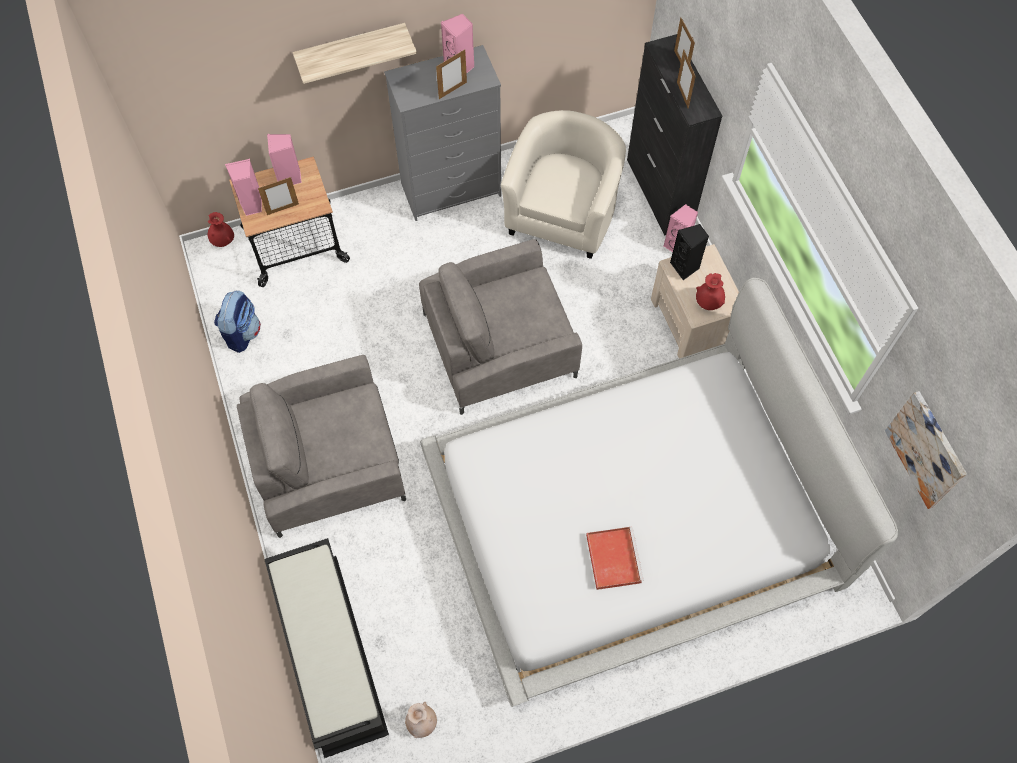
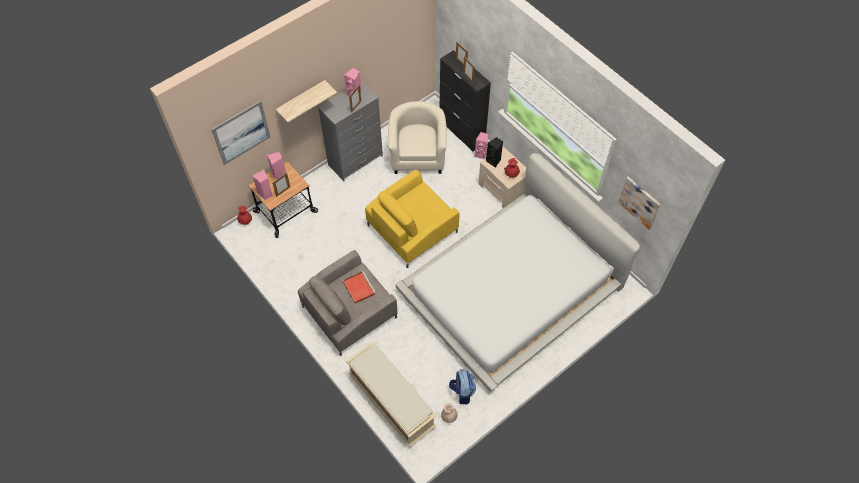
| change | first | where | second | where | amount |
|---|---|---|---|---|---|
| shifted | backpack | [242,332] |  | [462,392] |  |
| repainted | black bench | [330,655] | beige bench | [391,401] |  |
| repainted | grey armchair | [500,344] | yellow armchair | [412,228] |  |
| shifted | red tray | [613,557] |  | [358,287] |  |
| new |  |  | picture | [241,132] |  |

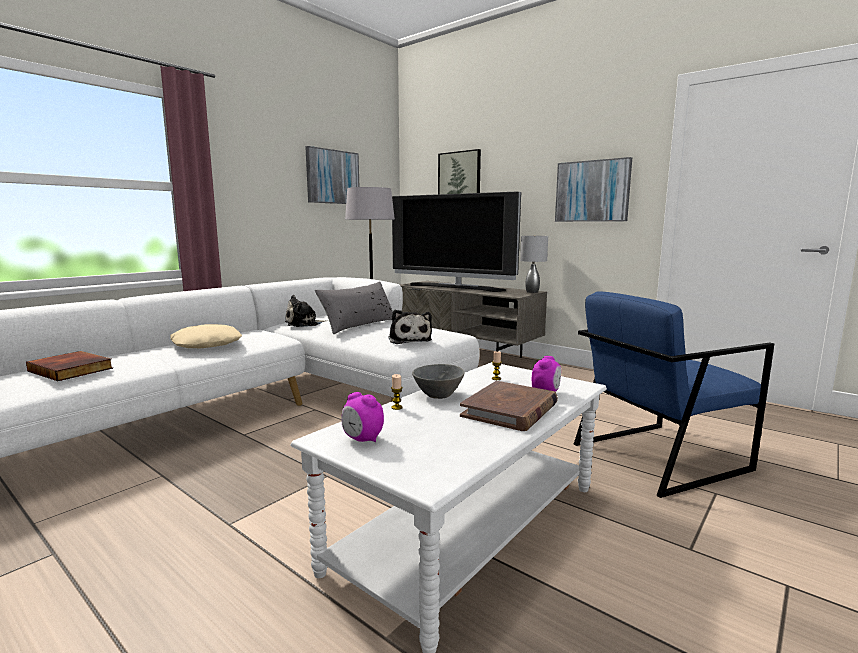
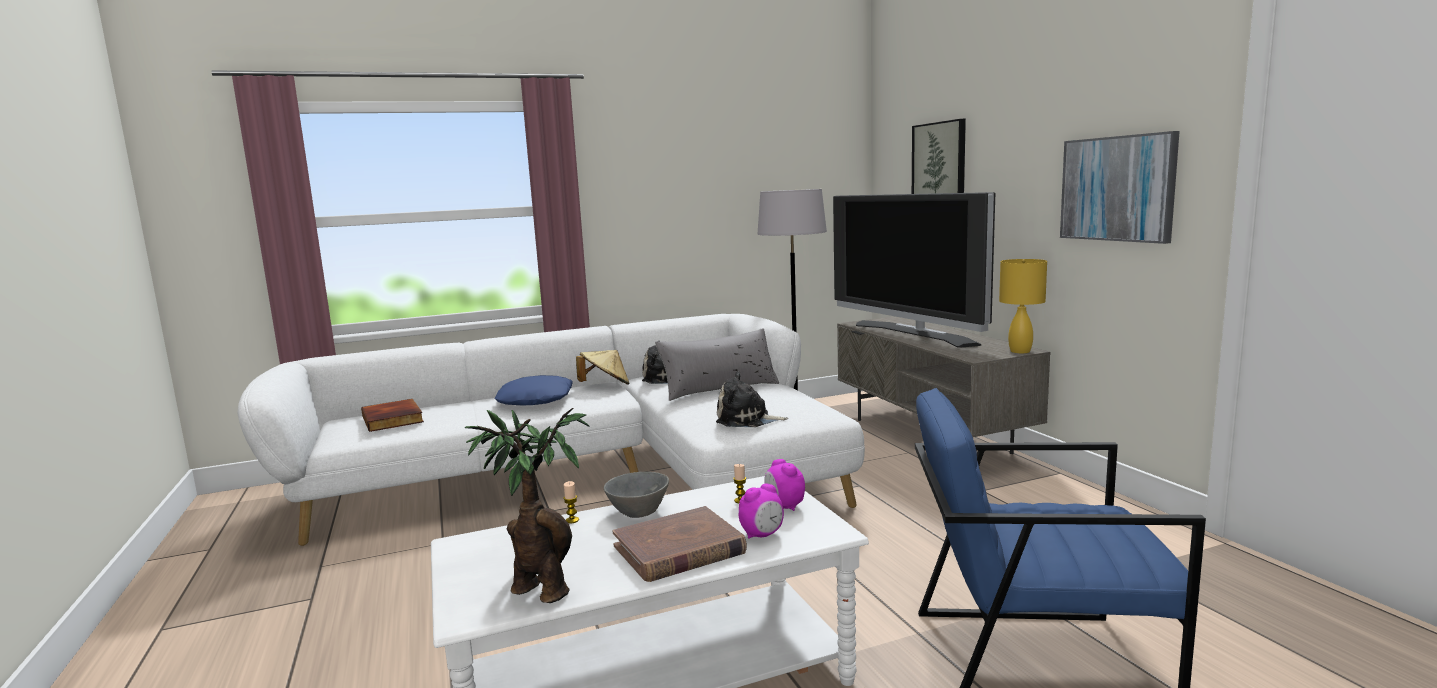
| change | first | where | second | where | amount |
|---|---|---|---|---|---|
| repainted | beige pillow | [206,344] | blue pillow | [535,400] |  |
| gone | picture | [332,177] |  |  |  |
| shifted | alarm clock | [362,439] |  | [784,506] |  |
| rotated | plush toy | [409,340] |  | [746,420] | 90 degrees clockwise |
| repainted | grey table lamp | [531,292] | yellow table lamp | [1019,351] |  |
| new |  |  | potted plant | [537,589] |  |
| new |  |  | beige hat | [605,386] |  |

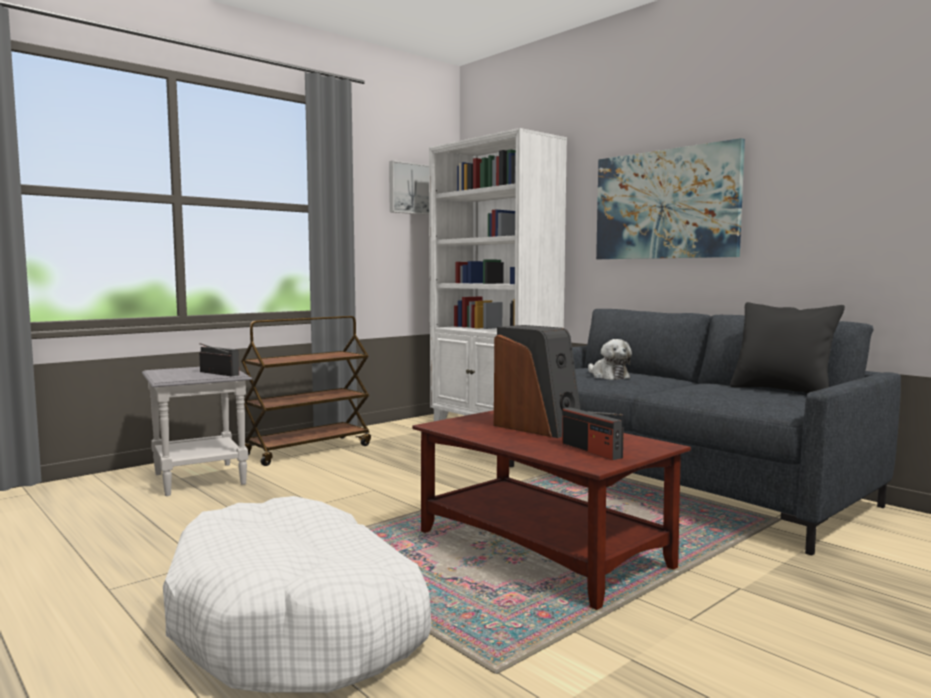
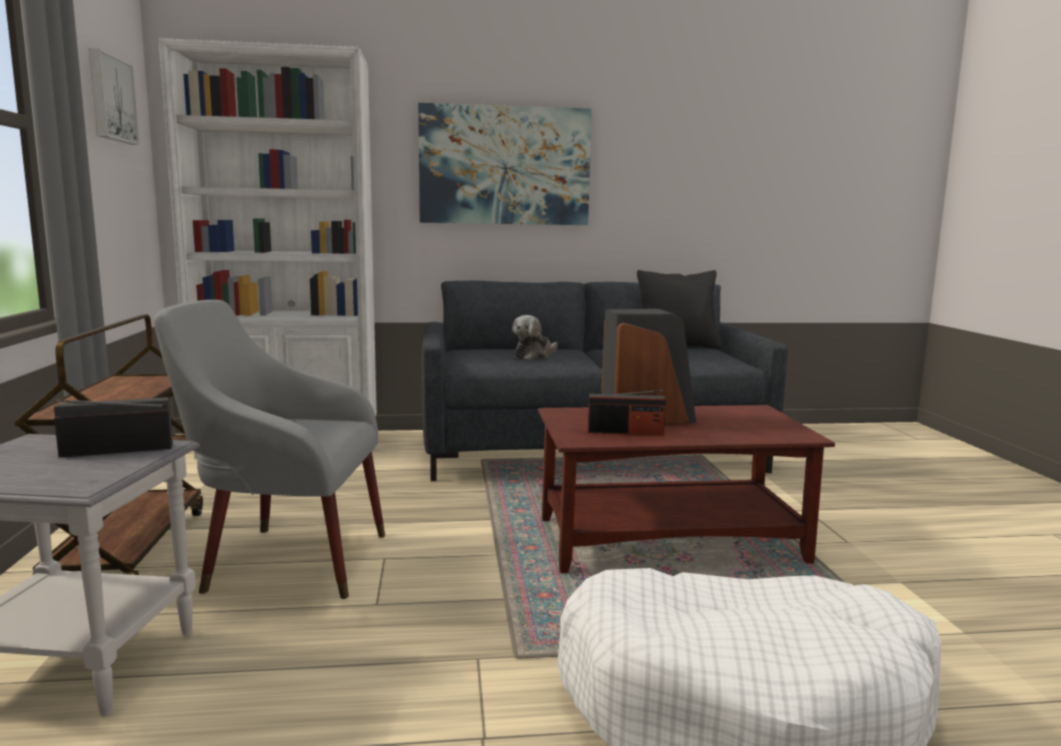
| change | first | where | second | where | amount |
|---|---|---|---|---|---|
| shifted | radio | [591,450] |  | [625,432] |  |
| rotated | plush toy | [608,376] |  | [534,355] | 120 degrees clockwise |
| new |  |  | grey armchair | [285,560] |  |

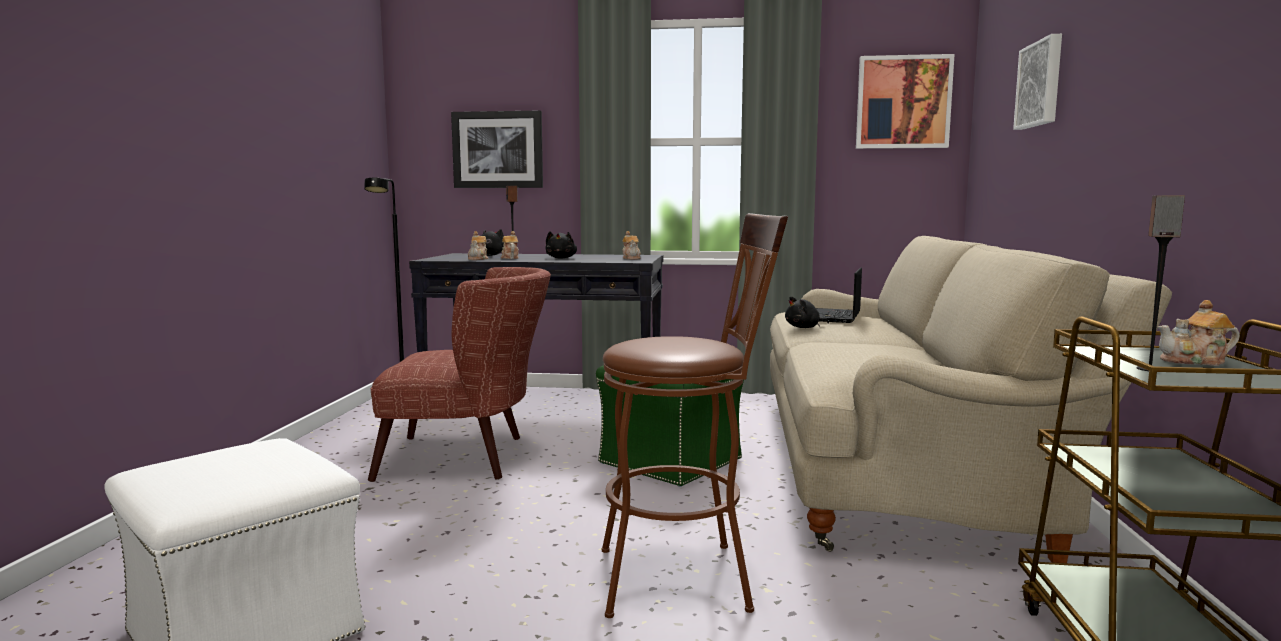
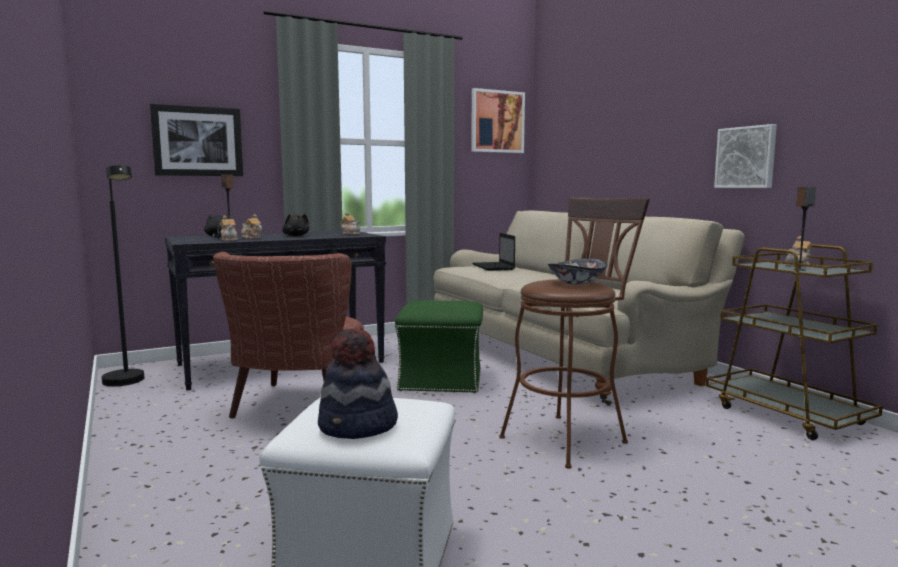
| change | first | where | second | where | amount |
|---|---|---|---|---|---|
| rotated | brown armchair | [469,458] |  | [295,409] | 135 degrees clockwise |
| gone | black plush toy | [804,327] |  |  |  |
| shifted | picture | [1041,84] |  | [746,157] |  |
| new |  |  | hat | [358,427] |  |
| new |  |  | bowl | [576,282] |  |

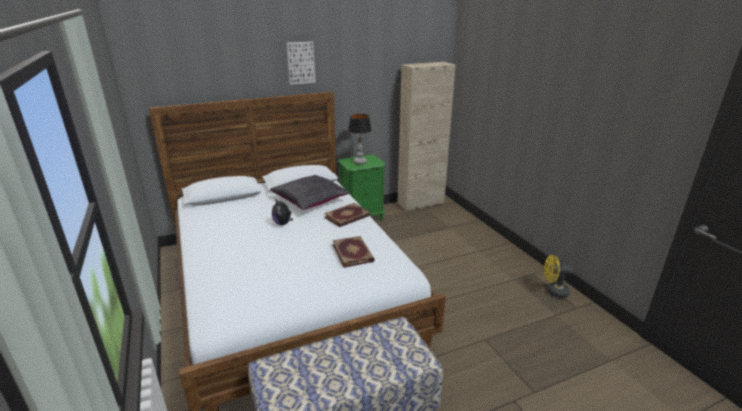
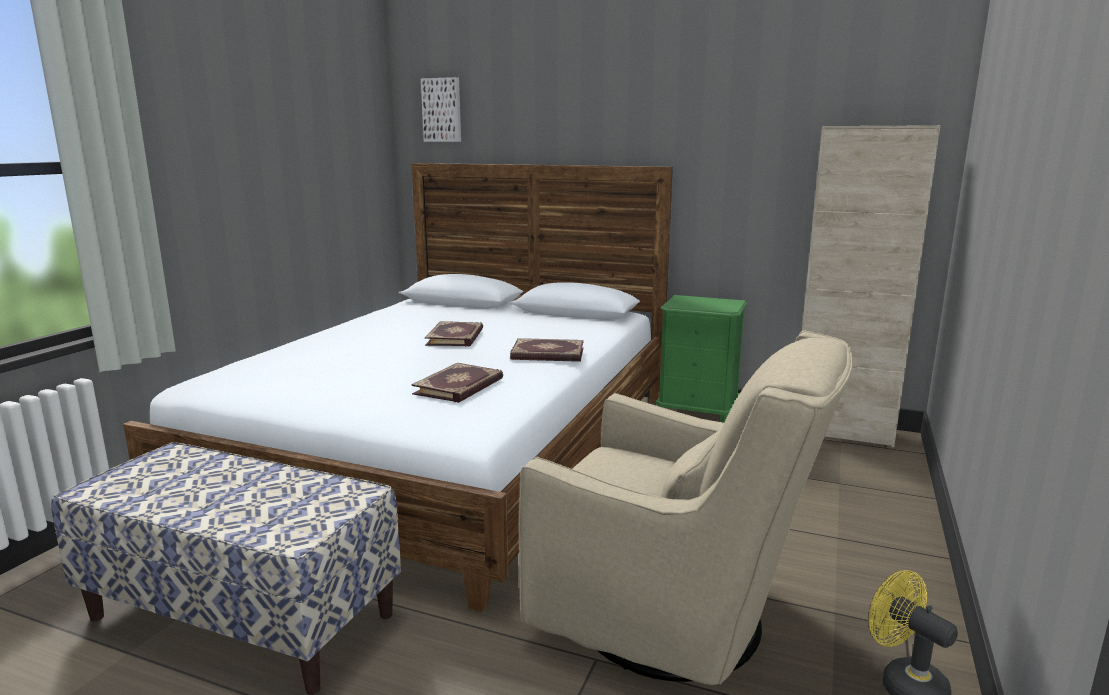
| change | first | where | second | where | amount |
|---|---|---|---|---|---|
| gone | black pillow | [310,200] |  |  |  |
| swapped | plush toy | [283,223] | book | [456,337] |  |
| shifted | picture | [300,62] |  | [442,110] |  |
| gone | table lamp | [360,162] |  |  |  |
| new |  |  | beige armchair | [677,621] |  |

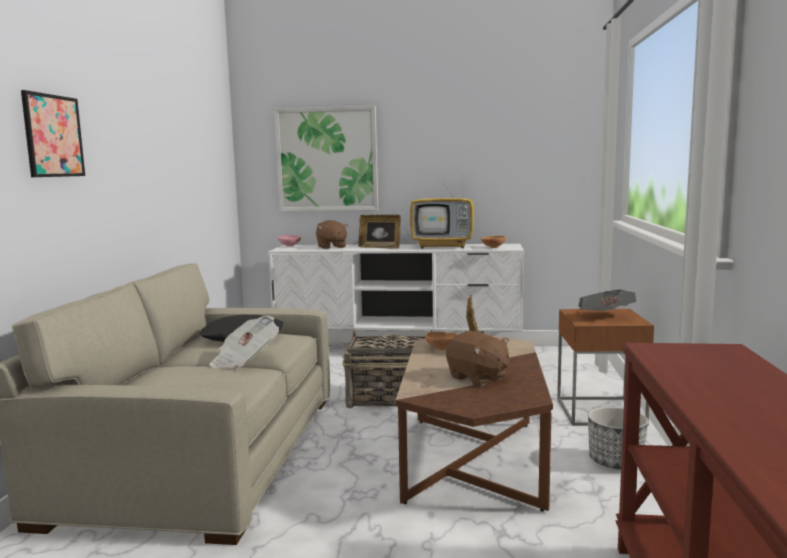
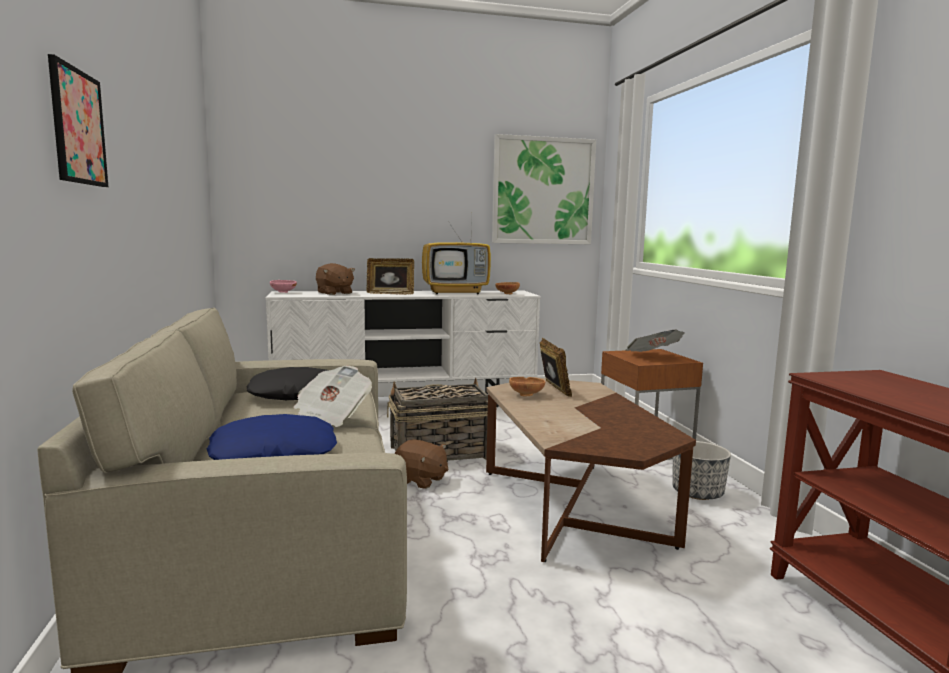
| change | first | where | second | where | amount |
|---|---|---|---|---|---|
| shifted | picture | [327,159] |  | [543,191] |  |
| shifted | brown plush toy | [478,377] |  | [420,480] |  |
| new |  |  | blue pillow | [274,454] |  |

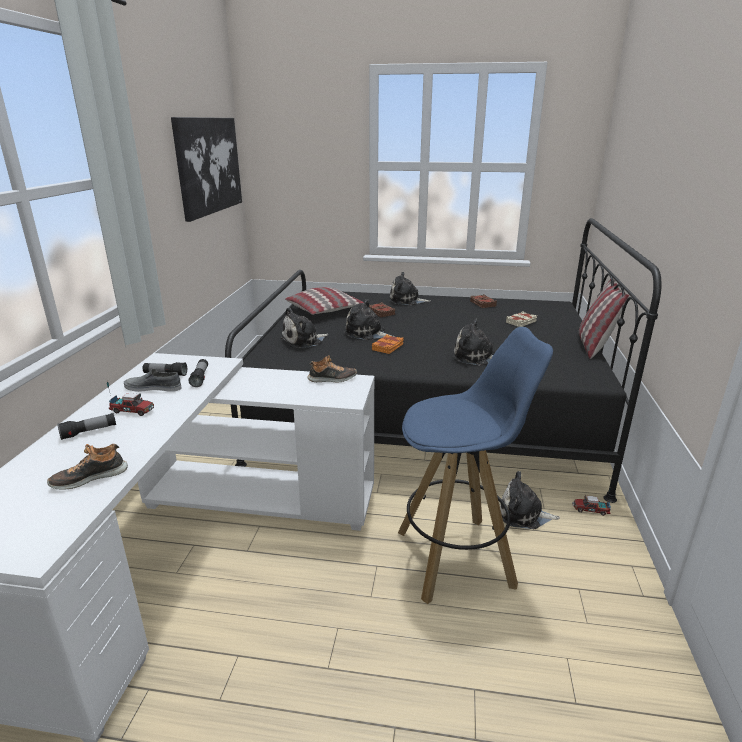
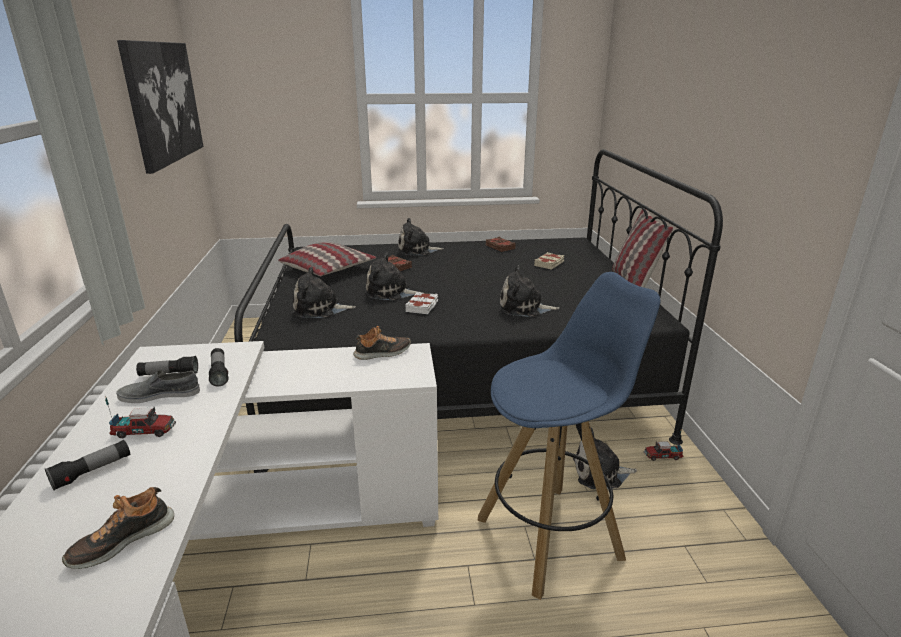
| change | first | where | second | where | amount |
|---|---|---|---|---|---|
| rotated | plush toy | [304,341] |  | [320,309] | 45 degrees clockwise |
| repainted | orange book | [388,347] | white book | [422,306] |  |

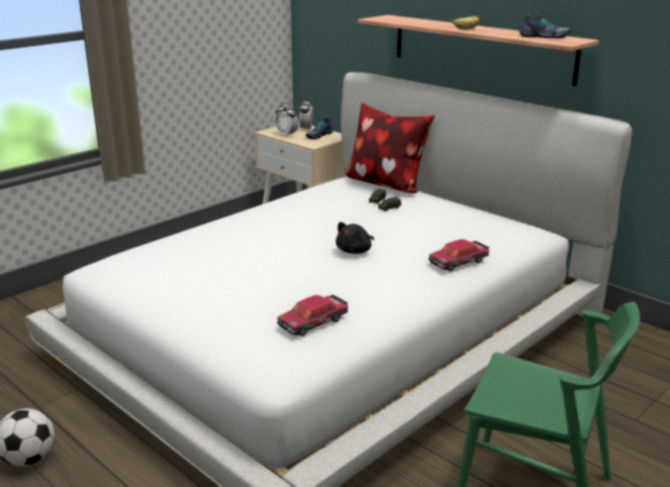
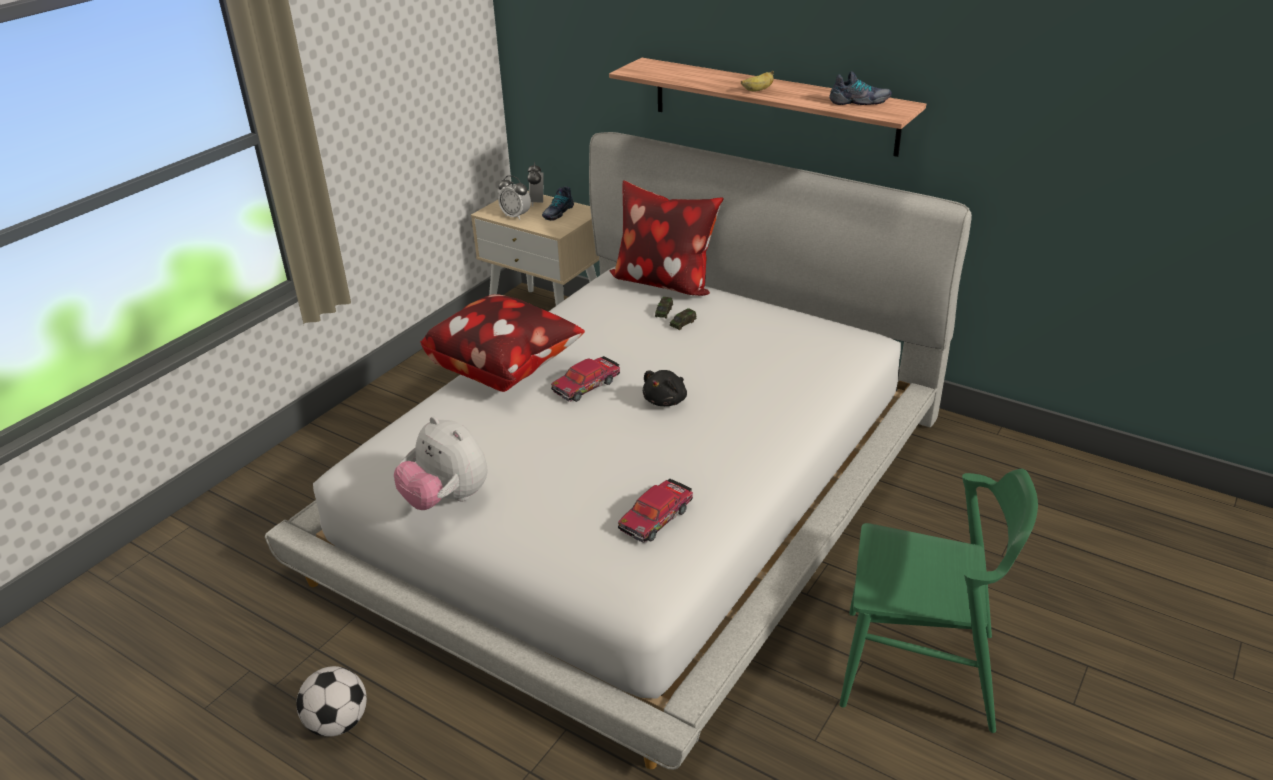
| change | first | where | second | where | amount |
|---|---|---|---|---|---|
| shifted | toy car | [459,262] |  | [587,385] |  |
| new |  |  | plush toy | [446,499] |  |
| new |  |  | pillow | [504,368] |  |

